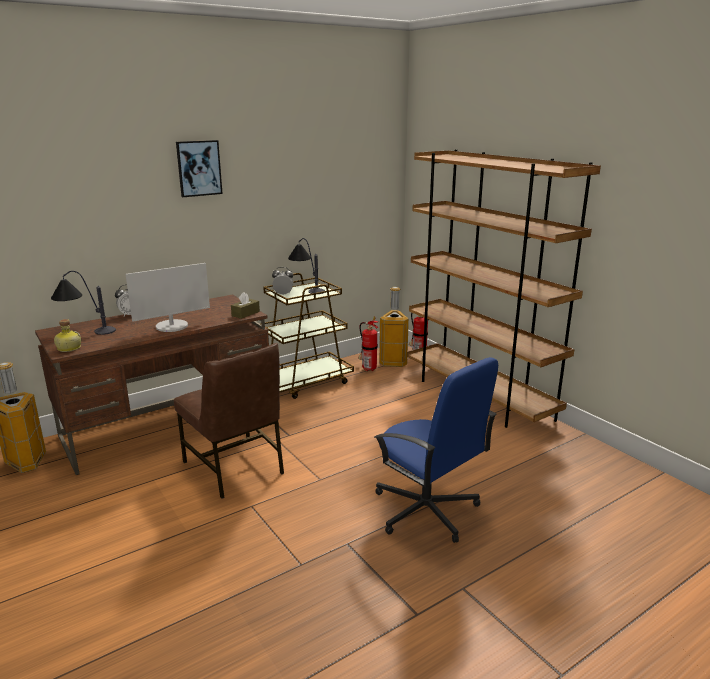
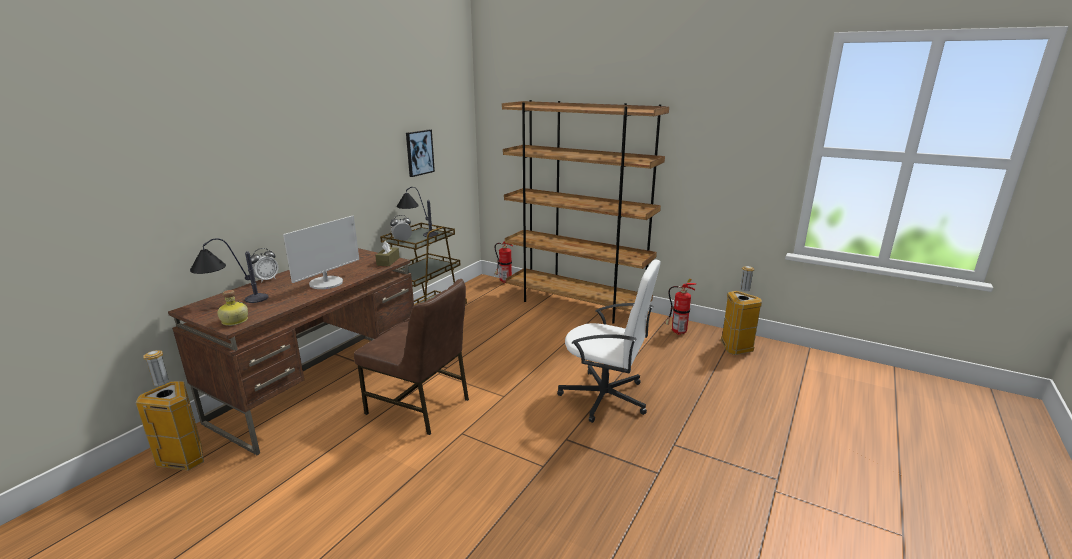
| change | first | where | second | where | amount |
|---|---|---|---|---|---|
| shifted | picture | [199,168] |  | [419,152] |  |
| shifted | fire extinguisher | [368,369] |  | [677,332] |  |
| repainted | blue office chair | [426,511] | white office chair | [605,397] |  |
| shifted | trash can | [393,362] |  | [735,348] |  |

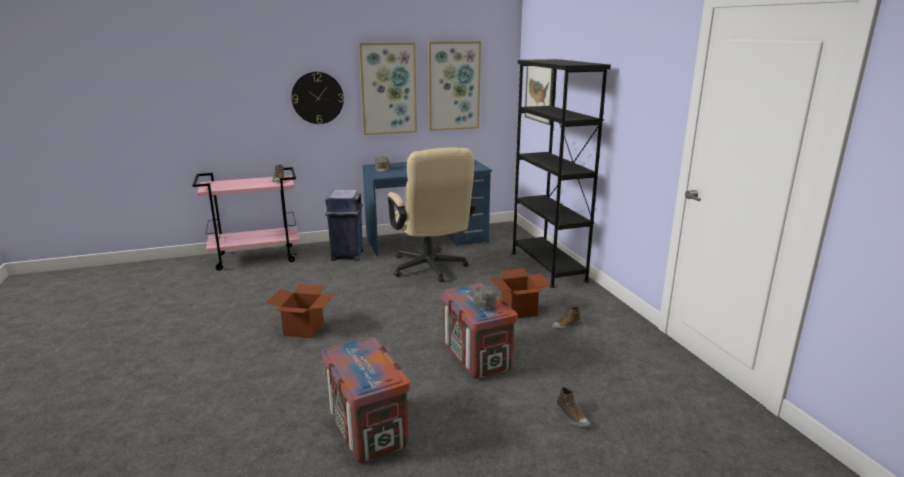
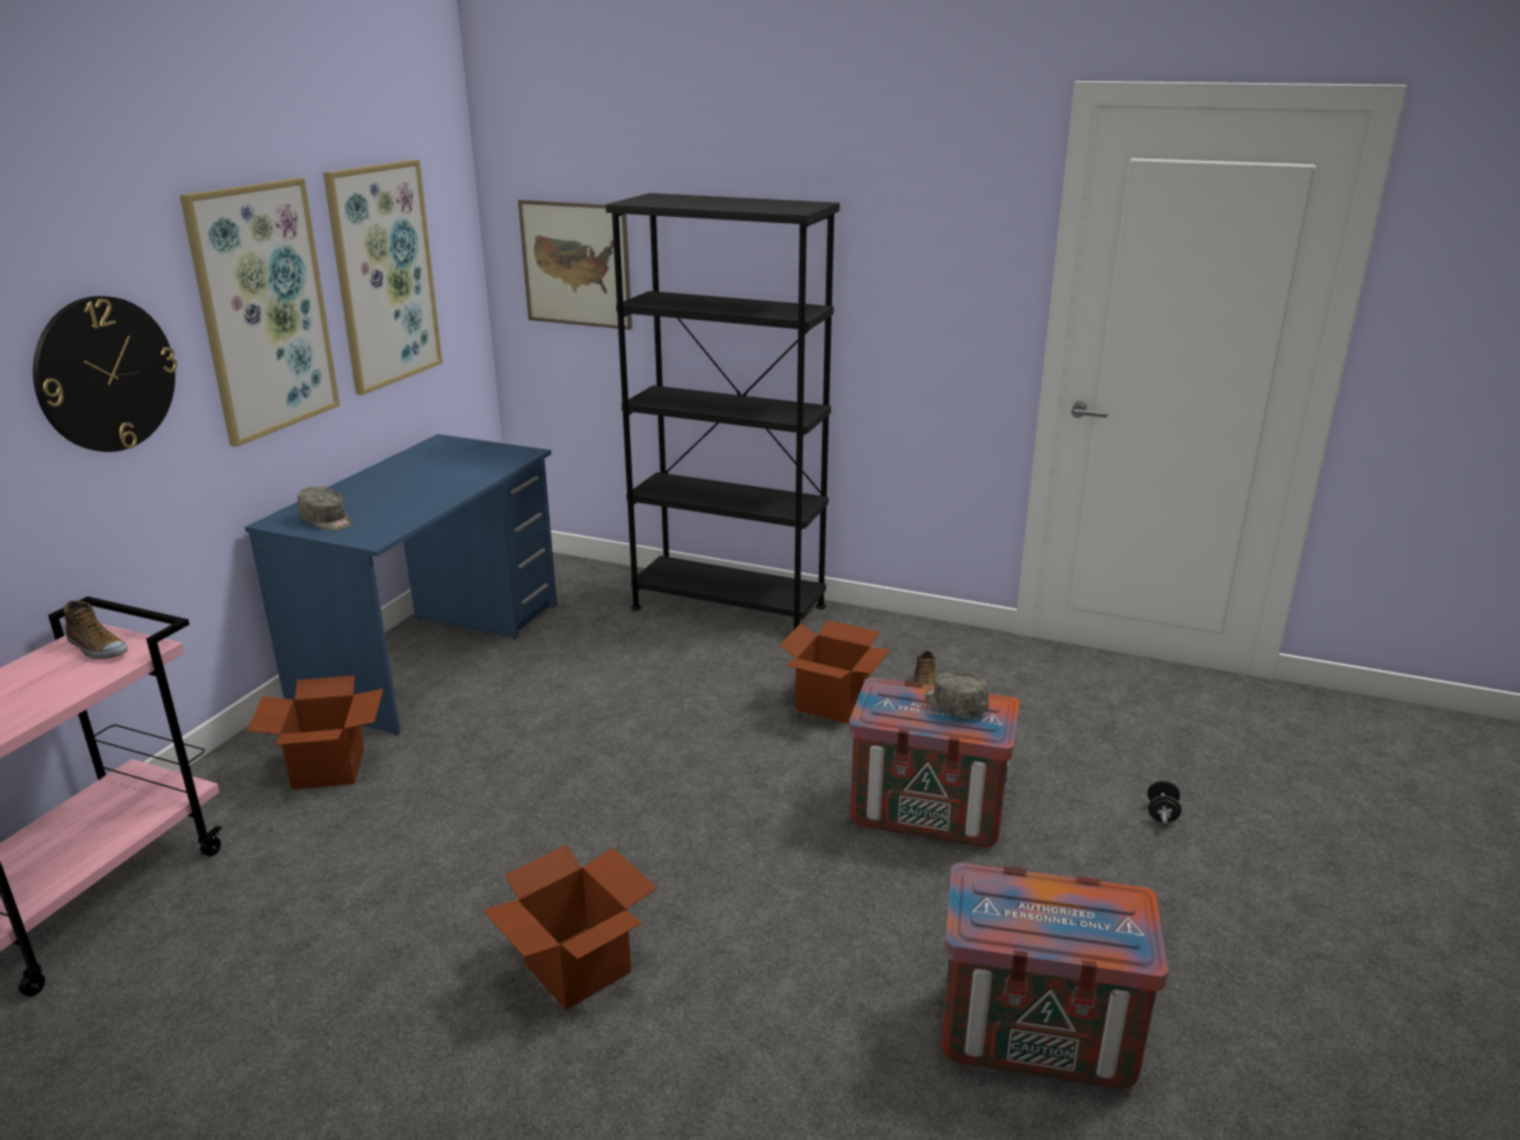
| change | first | where | second | where | amount |
|---|---|---|---|---|---|
| swapped | blue trash can | [347,256] | cardboard box | [328,768] |  |
| gone | beige office chair | [430,270] |  |  |  |
| swapped | shoe | [571,416] | black dumbbell | [1161,814] |  |

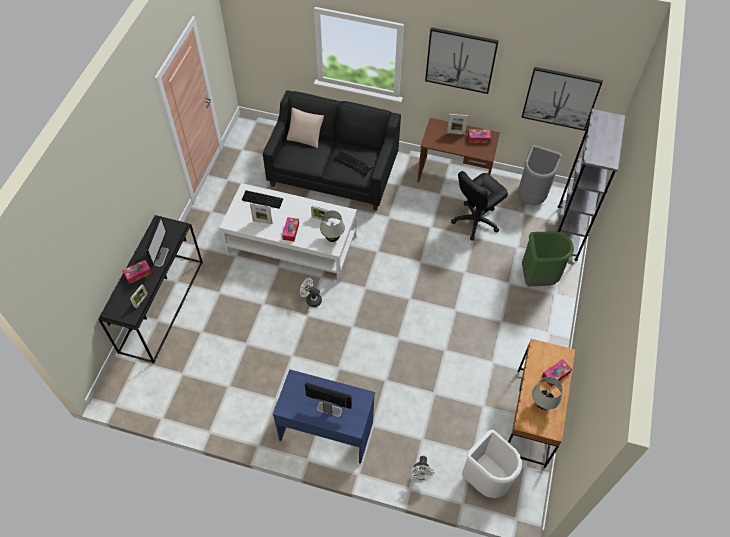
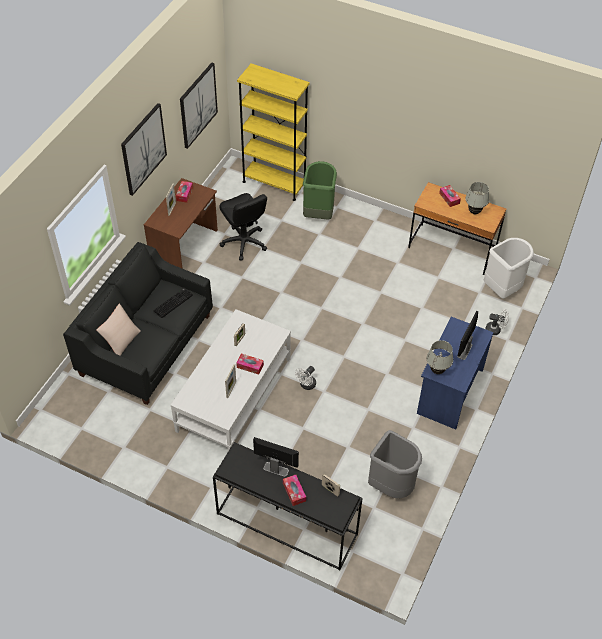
| change | first | where | second | where | amount |
|---|---|---|---|---|---|
| gone | keyboard | [263,199] |  |  |  |
| shifted | white table lamp | [332,239] |  | [437,371] |  |
| shifted | grey trash can | [532,196] |  | [391,485] |  |
| repainted | grey bookcase | [567,232] | yellow bookcase | [274,183] |  |

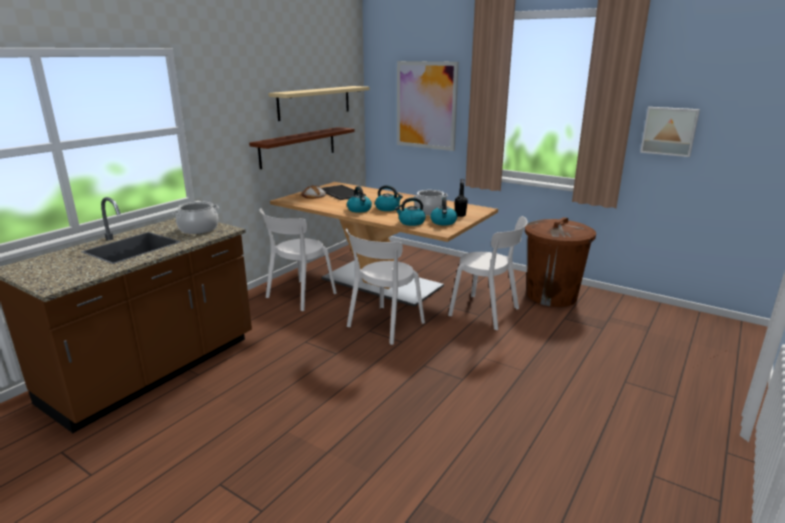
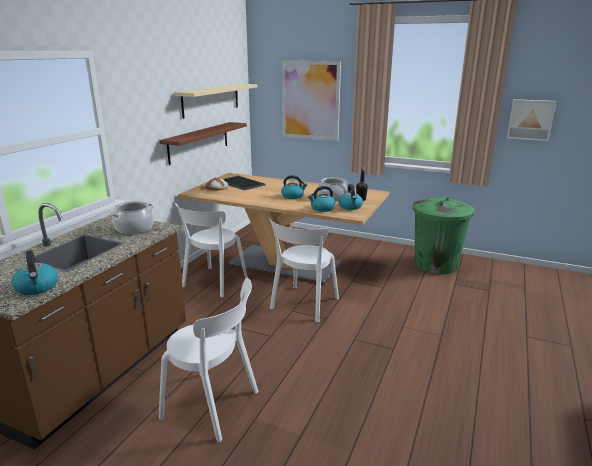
| change | first | where | second | where | amount |
|---|---|---|---|---|---|
| shifted | kettle | [359,210] |  | [37,287] |  |
| shifted | white chair | [487,313] |  | [214,406] |  |
| repainted | brown trash can | [552,296] | green trash can | [436,264] |  |

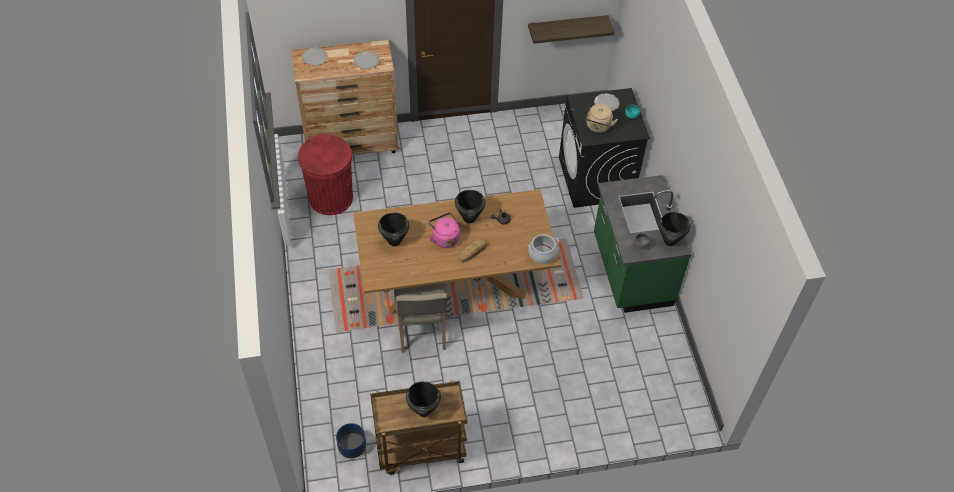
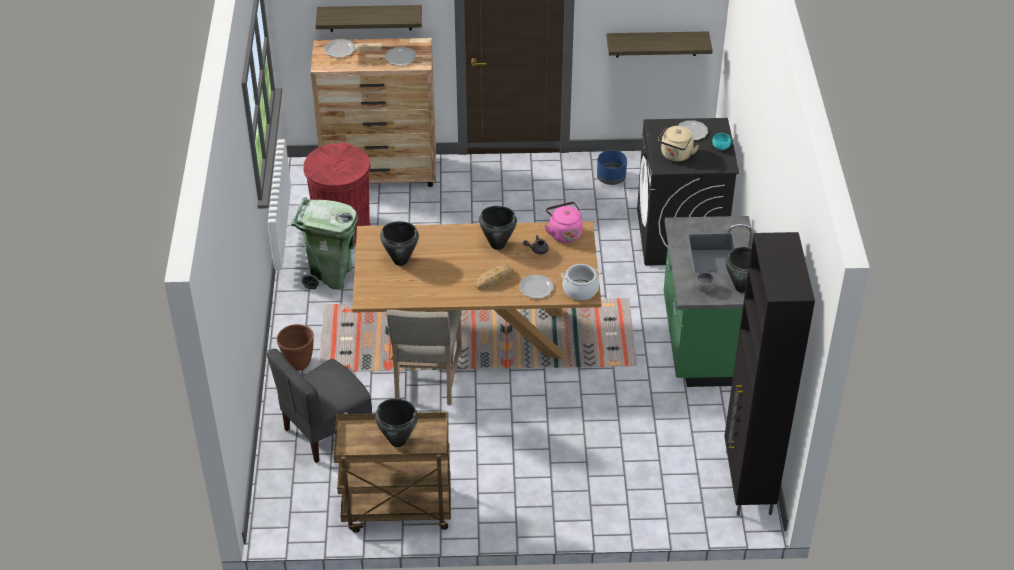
| change | first | where | second | where | amount |
|---|---|---|---|---|---|
| shifted | blue planter | [352,446] |  | [611,178] |  |
| shifted | pink kettle | [445,238] |  | [564,233] |  |
| new |  |  | grey chair | [326,431] |  |
| new |  |  | brown planter | [298,363] |  |
| new |  |  | green trash can | [331,276] |  |
| new |  |  | shelf | [370,18] |  |
| new |  |  | plate | [536,287] |  |
| new |  |  | black cabinet | [747,483] |  |

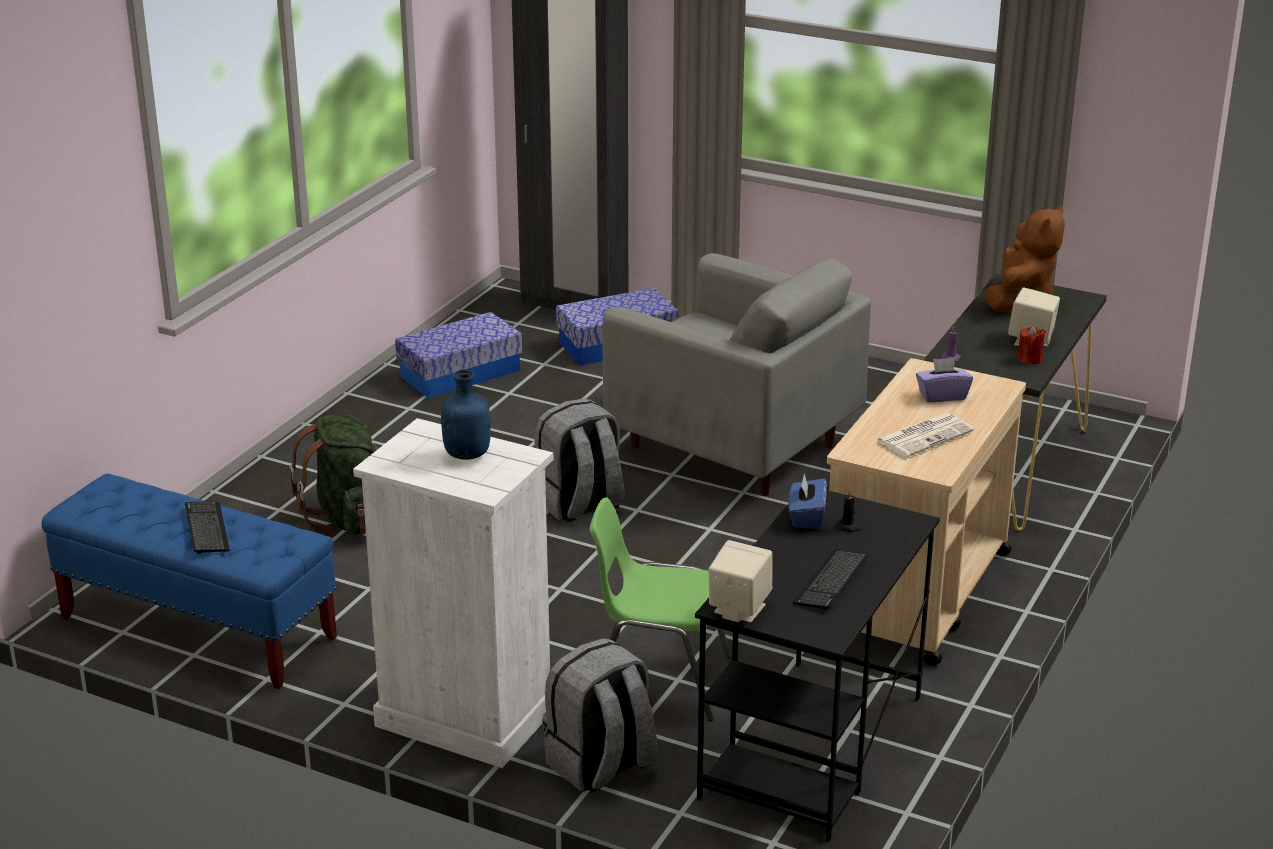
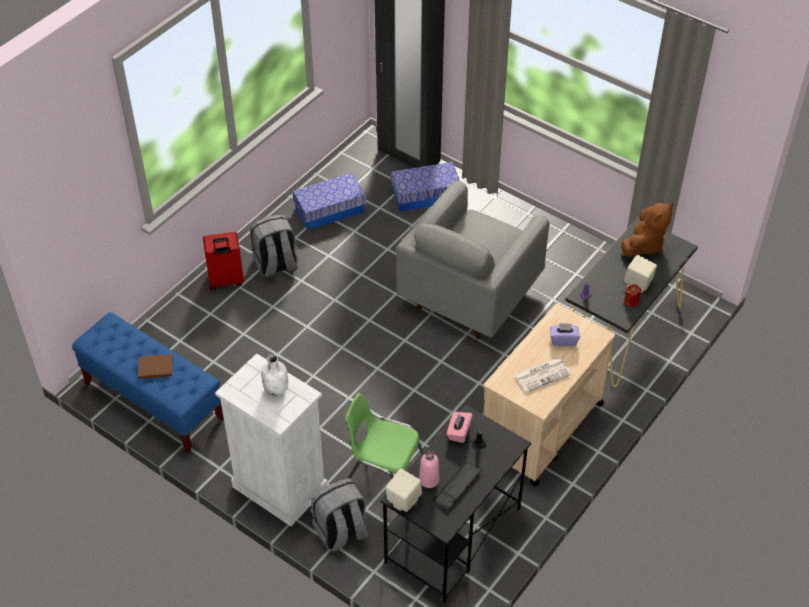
| change | first | where | second | where | amount |
|---|---|---|---|---|---|
| swapped | keyboard | [207,529] | brown book | [154,367] |  |
| gone | green backpack | [349,518] |  |  |  |
| repainted | blue bottle | [467,454] | white bottle | [276,388] |  |
| shifted | grey backpack | [580,505] |  | [276,265] |  |
| rotated | grey armchair | [732,447] |  | [470,295] | 75 degrees clockwise |
| repainted | blue tissue box | [806,517] | pink tissue box | [459,432] |  |
| new |  |  | red suitcase | [226,281] |  |
| new |  |  | pink bottle | [429,480] |  |

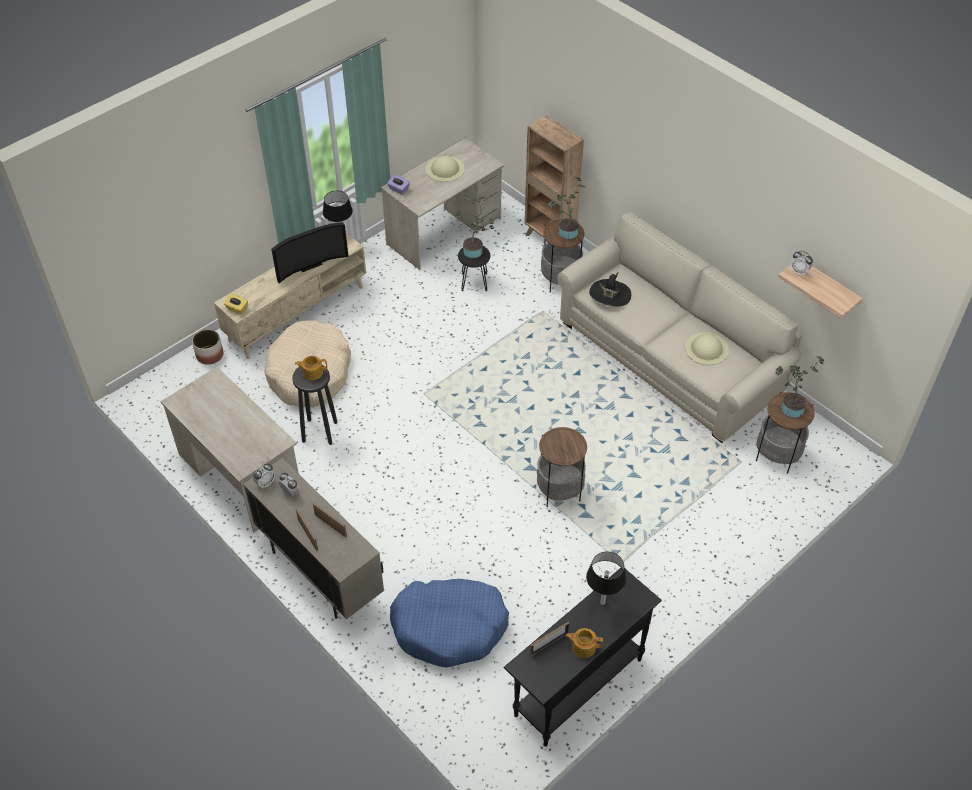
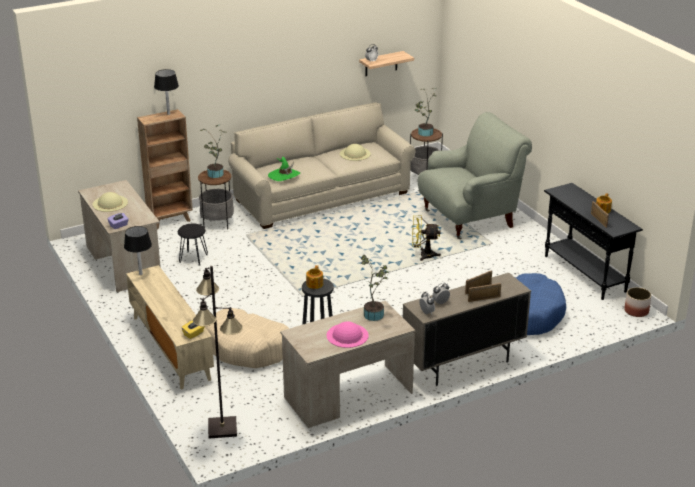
| change | first | where | second | where | amount |
|---|---|---|---|---|---|
| shifted | planter | [209,355] |  | [636,311] |  |
| gone | television | [309,264] |  |  |  |
| shifted | potted plant | [475,252] |  | [375,314] |  |
| swapped | side table | [559,490] | yellow fan | [423,255] |  |
| shifted | black table lamp | [602,603] |  | [168,114] |  |
| repainted | black hat | [610,294] | green hat | [284,176] |  |
| new |  |  | black floor lamp | [223,428] |  |
| new |  |  | pink hat | [347,335] |  |
| new |  |  | grey armchair | [469,218] |  |

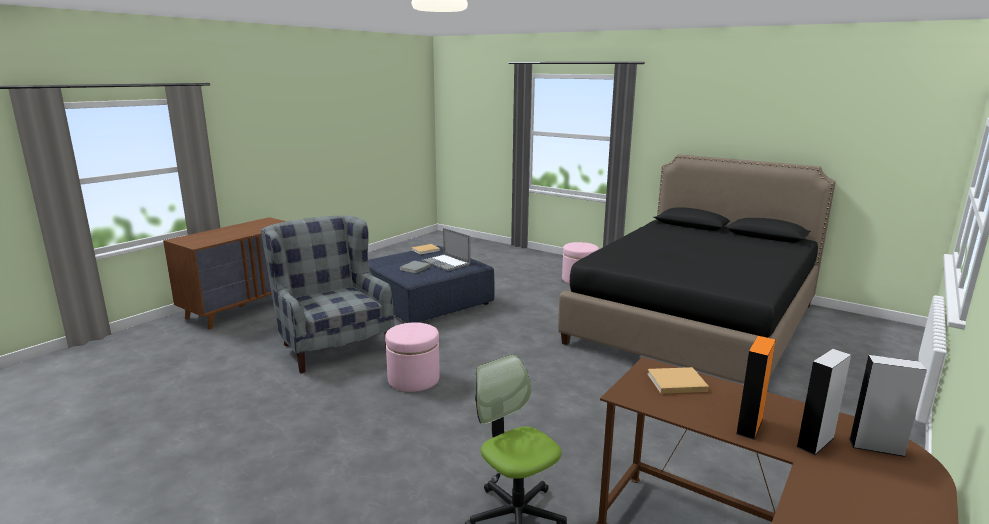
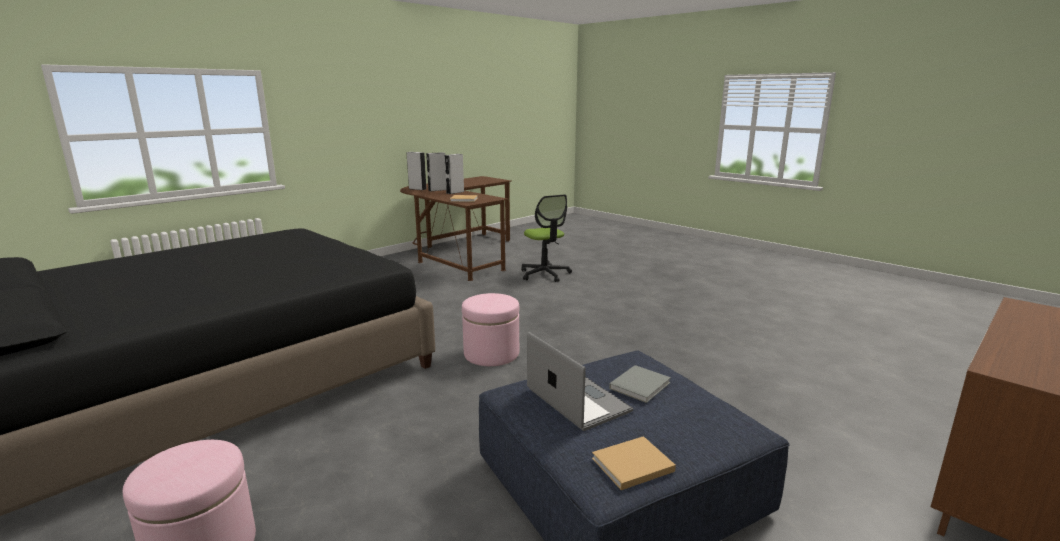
| change | first | where | second | where | amount |
|---|---|---|---|---|---|
| gone | grey armchair | [332,343] |  |  |  |
| shifted | pink ottoman | [413,379] |  | [491,354] |  |
| repainted | orange speaker | [749,426] | grey speaker | [455,192] |  |

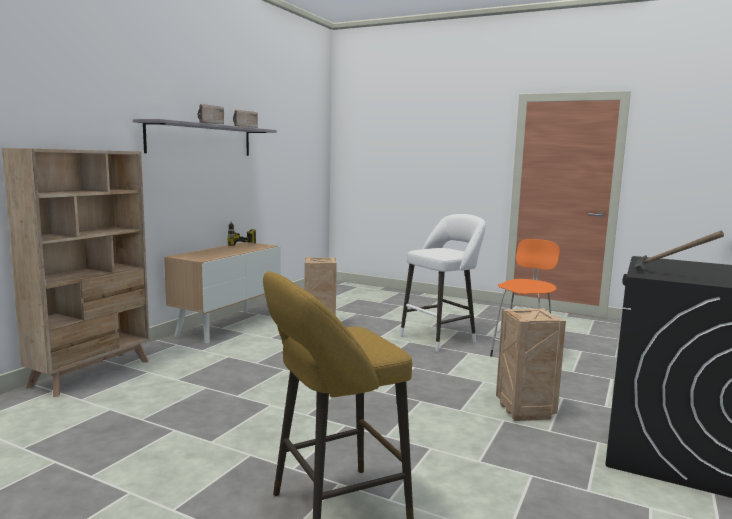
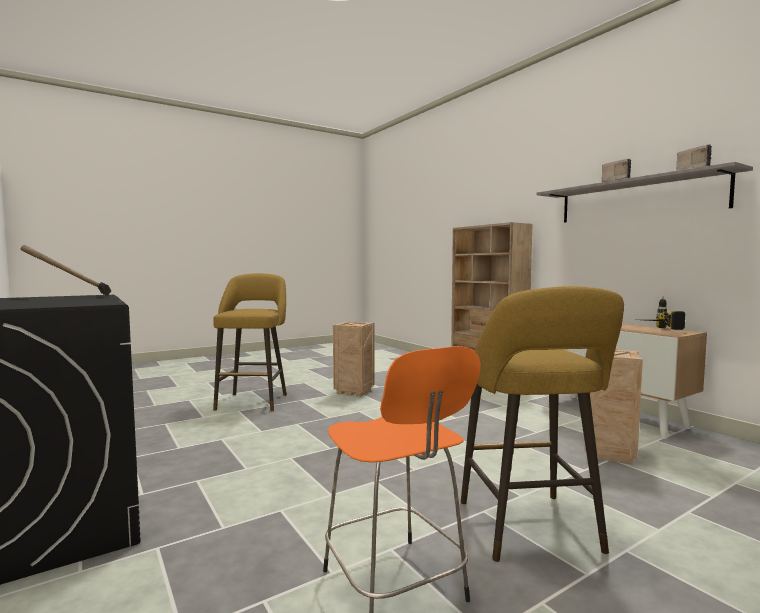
| change | first | where | second | where | amount |
|---|---|---|---|---|---|
| repainted | white stool | [441,338] | yellow stool | [531,530] |  |
| shifted | crate | [523,411] |  | [355,392] |  |

